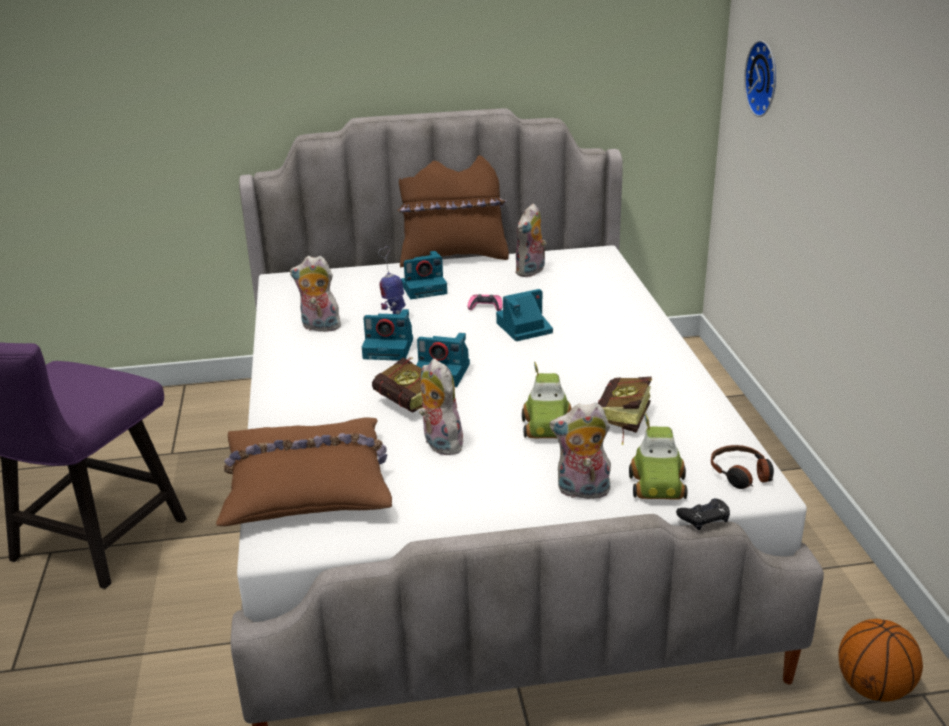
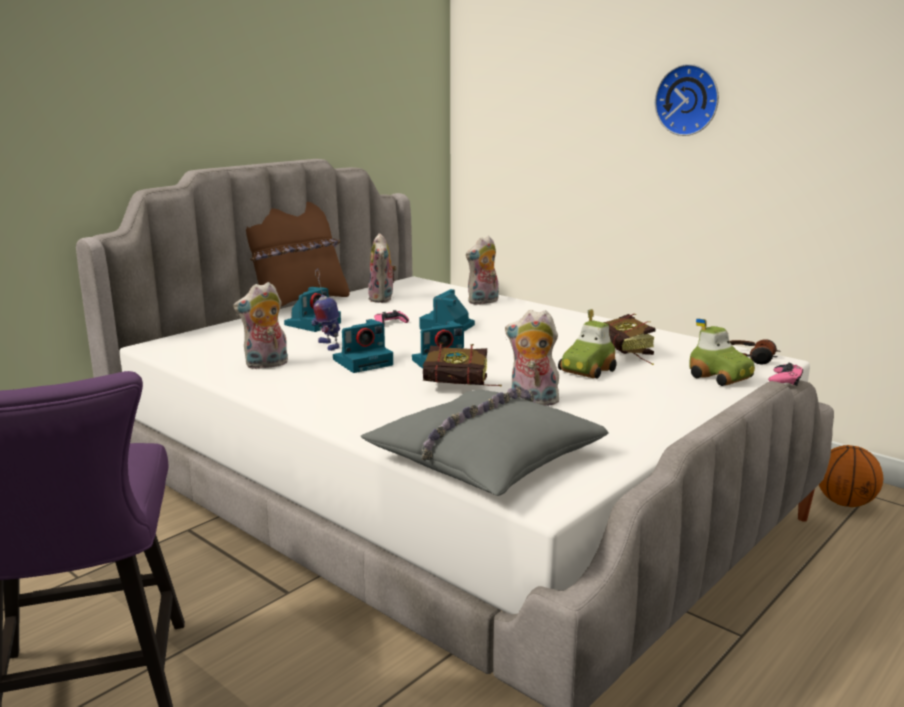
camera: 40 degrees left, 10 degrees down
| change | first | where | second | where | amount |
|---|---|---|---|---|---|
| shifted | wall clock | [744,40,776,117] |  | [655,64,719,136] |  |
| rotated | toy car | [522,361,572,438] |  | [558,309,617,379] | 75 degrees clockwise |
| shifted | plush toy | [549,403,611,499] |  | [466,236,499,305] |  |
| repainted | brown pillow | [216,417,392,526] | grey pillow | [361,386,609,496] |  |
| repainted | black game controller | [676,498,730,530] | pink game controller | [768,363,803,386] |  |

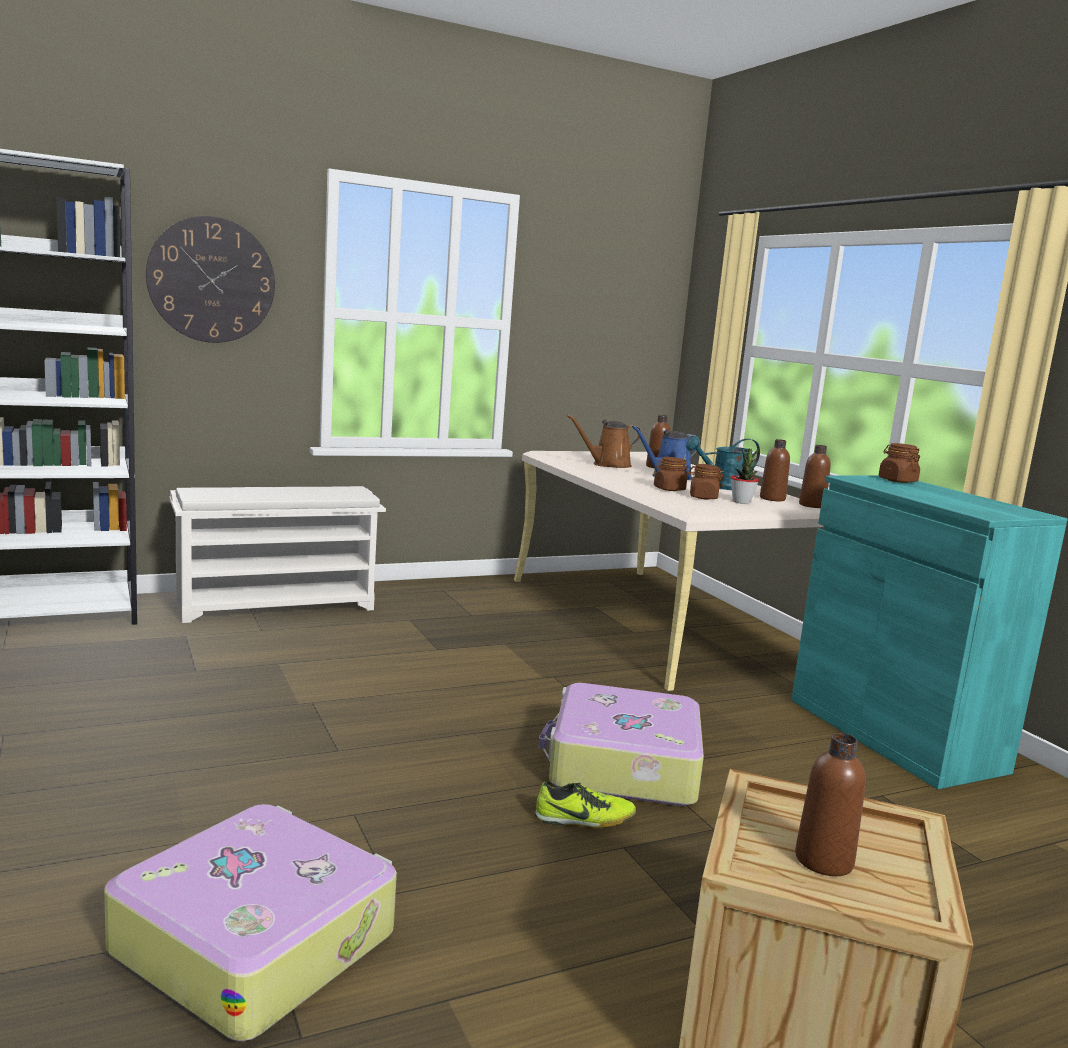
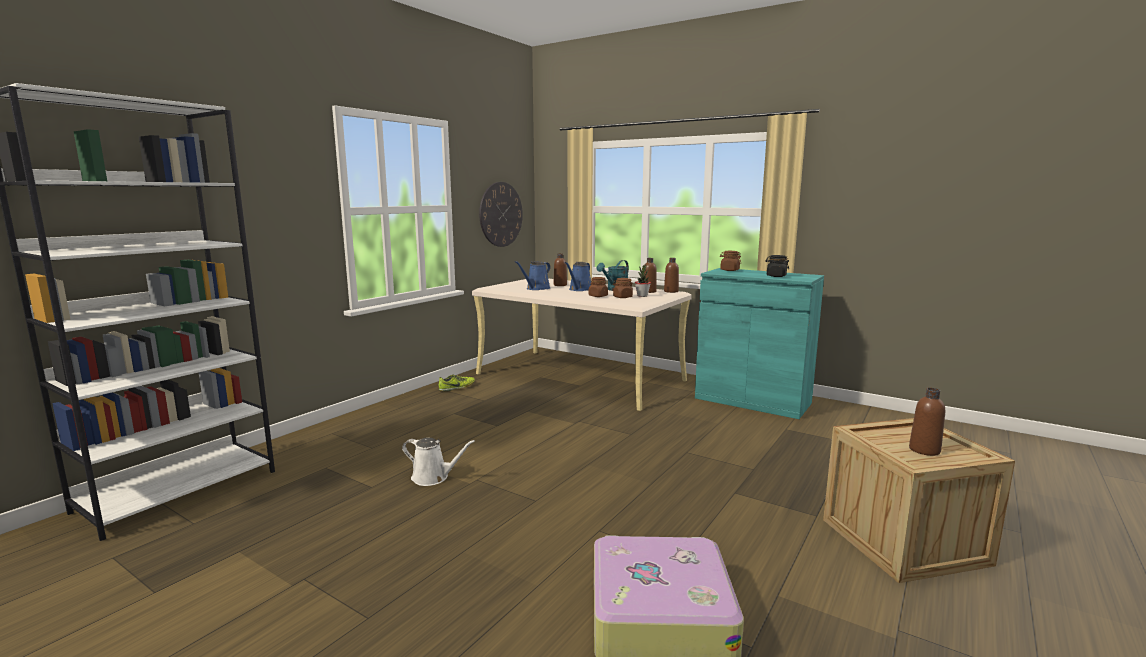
camera: 30 degrees left, 0 degrees up
| change | first | where | second | where | amount |
|---|---|---|---|---|---|
| shifted | wall clock | [146,216,275,343] |  | [479,182,523,247] |  |
| repainted | brown watering can | [567,414,642,468] | blue watering can | [515,261,550,290] |  |
| gone | white shoe rack | [169,486,386,623] |  |  |  |
| gone | suitcase | [538,683,704,806] |  |  |  |
| shifted | shoe | [535,782,636,827] |  | [439,375,475,392] |  |
| new |  |  | black jar | [765,255,789,277] |  |
| new |  |  | white watering can | [402,438,475,486] |  |

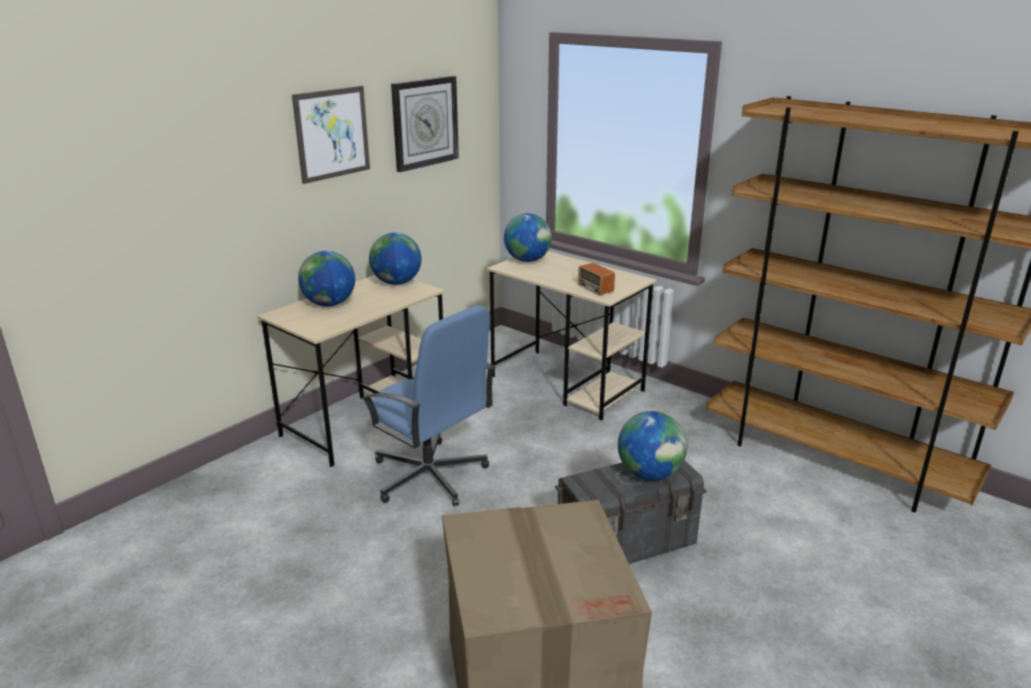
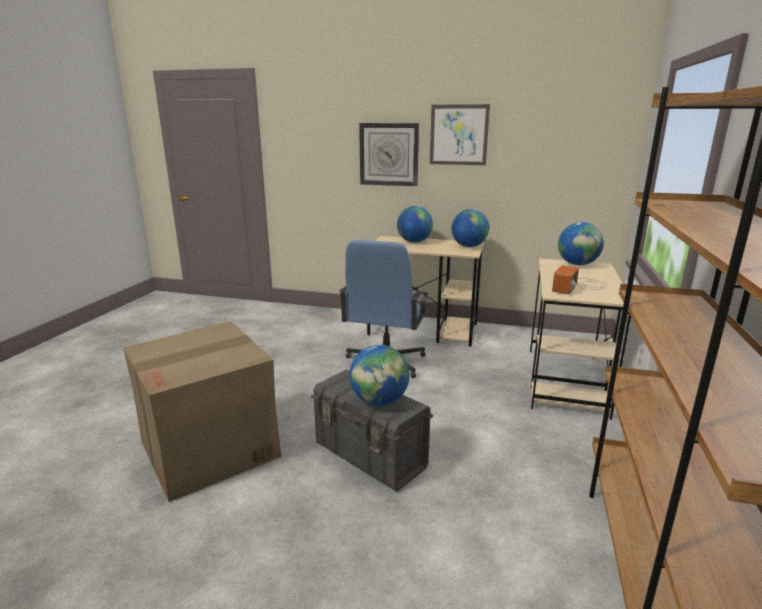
camera: 65 degrees right, 5 degrees down
| change | first | where | second | where | amount |
|---|---|---|---|---|---|
| shifted | wall clock | [391,76,459,172] |  | [359,123,419,186] |  |

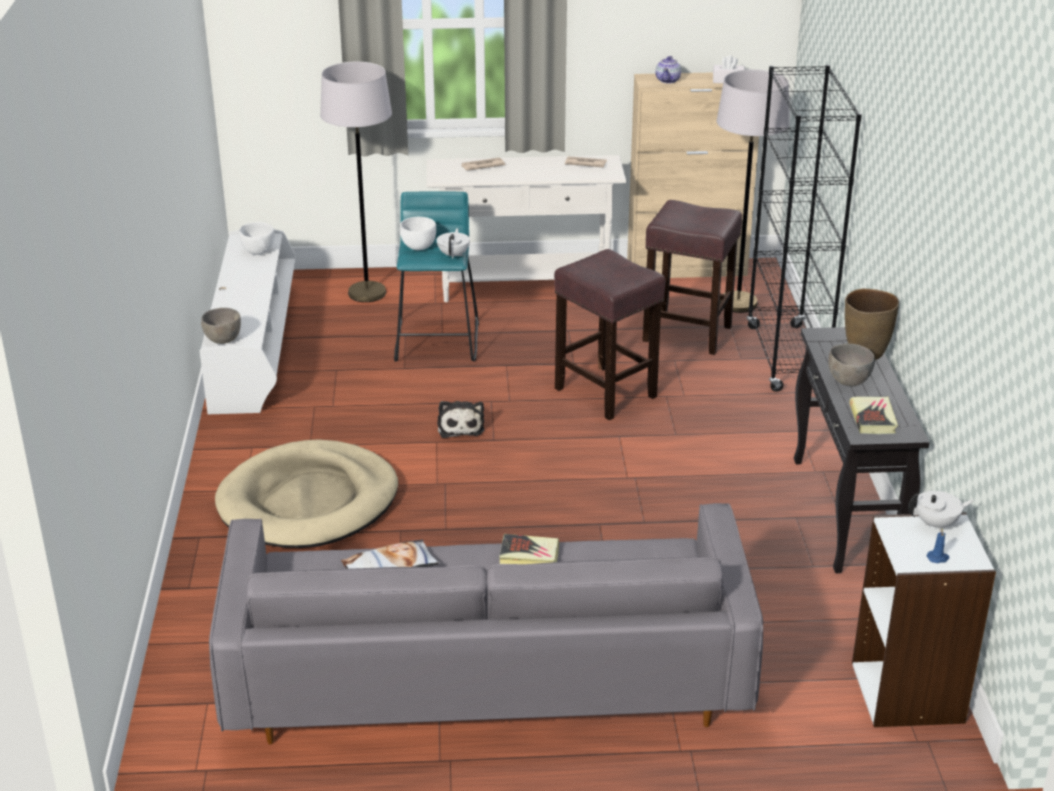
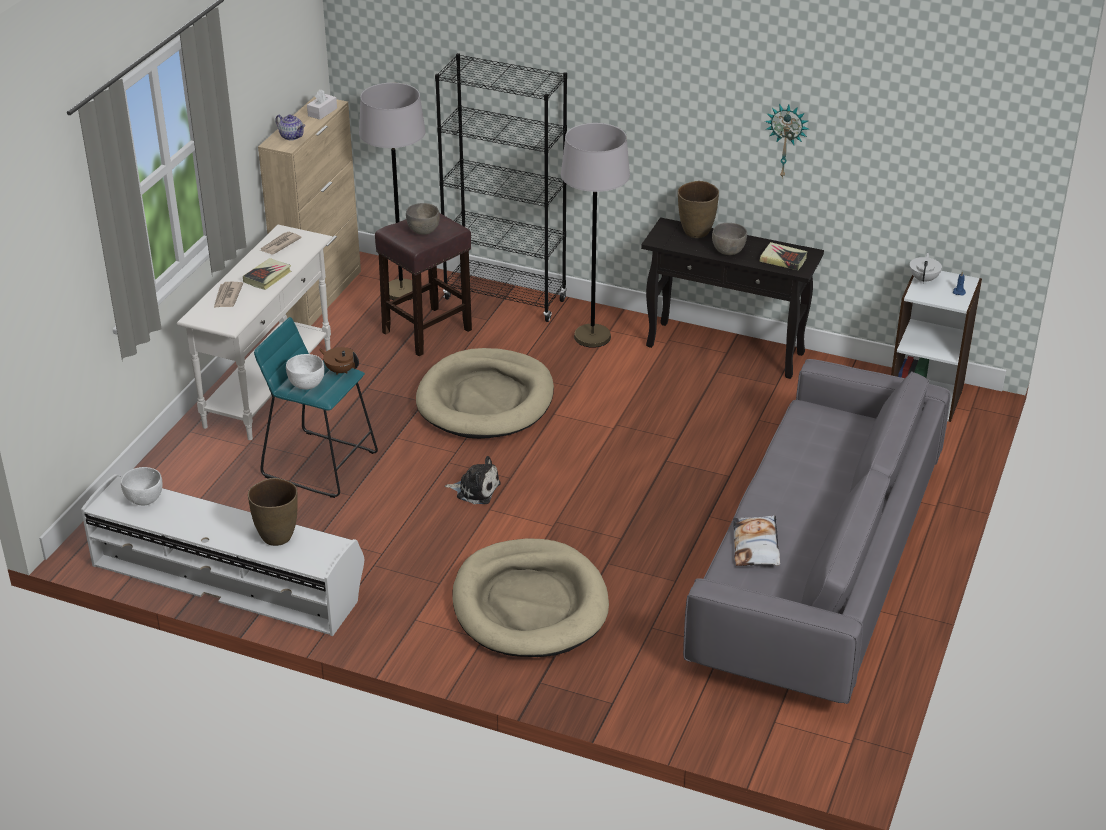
camera: 65 degrees left, 5 degrees up
| change | first | where | second | where | amount |
|---|---|---|---|---|---|
| shifted | grey floor lamp | [320,62,392,302] |  | [561,123,630,348] |  |
| repainted | white teapot | [437,228,470,259] | brown teapot | [319,347,359,375] |  |
| swapped | brown stool | [554,249,665,420] | beige dog bed | [416,348,554,439] |  |
| shifted | grey bowl | [201,308,241,344] |  | [406,203,440,235] |  |
| shifted | book | [499,534,559,564] |  | [243,258,292,290] |  |
| new |  |  | wall clock | [765,104,808,178] |  |
| new |  |  | brown vase | [248,478,298,546] |  |

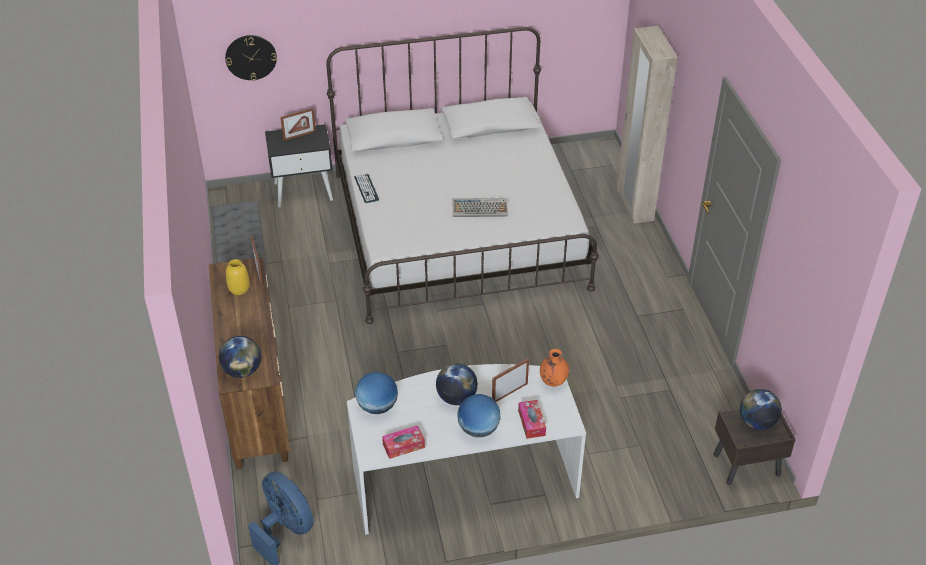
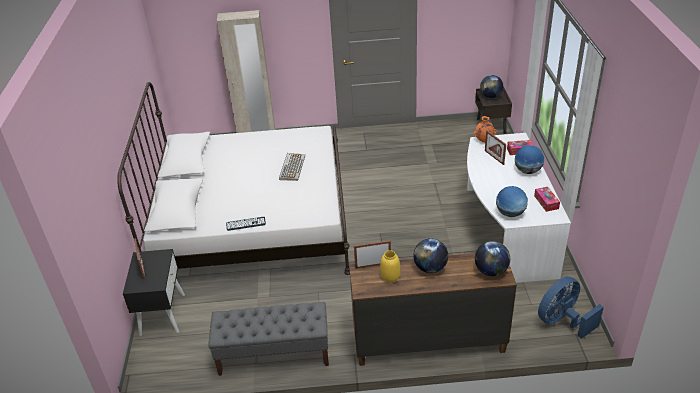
camera: 80 degrees left, 5 degrees down
| change | first | where | second | where | amount |
|---|---|---|---|---|---|
| gone | wall clock | [225,35,277,81] |  |  |  |
| shifted | globe | [436,363,478,405] |  | [413,238,448,273] |  |

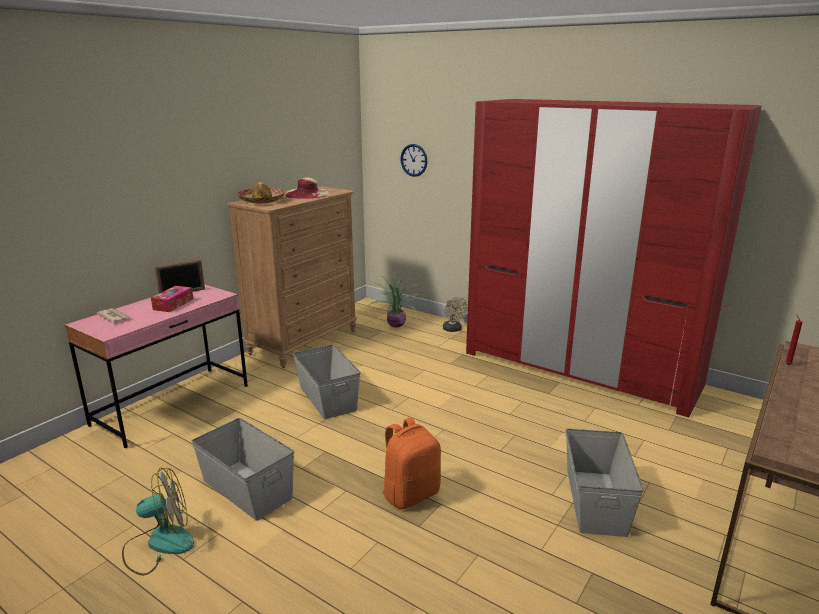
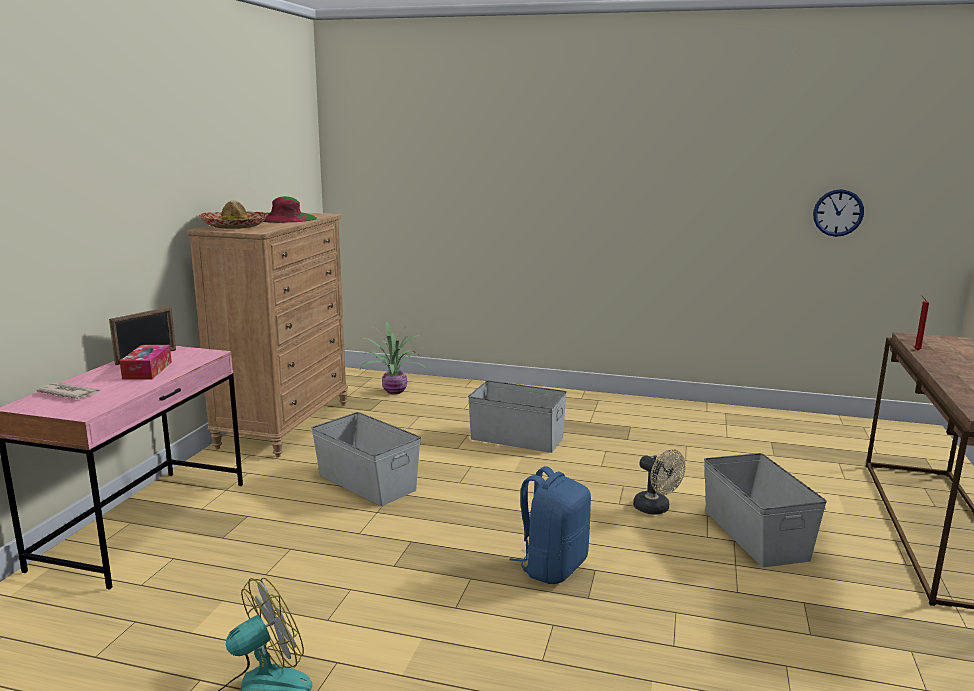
camera: 20 degrees left, 5 degrees down
| change | first | where | second | where | amount |
|---|---|---|---|---|---|
| gone | red wardrobe | [466,99,762,417] |  |  |  |
| shifted | wall clock | [400,144,428,177] |  | [813,189,864,237] |  |
| repainted | beige hat | [285,178,330,199] | green hat | [264,196,317,223] |  |
| shifted | beige fan | [443,297,468,332] |  | [633,449,685,514] |  |
| repainted | orange backpack | [381,417,441,509] | blue backpack | [509,466,591,584] |  |
| shifted | grey storage box | [191,418,294,521] |  | [468,381,567,453] |  |

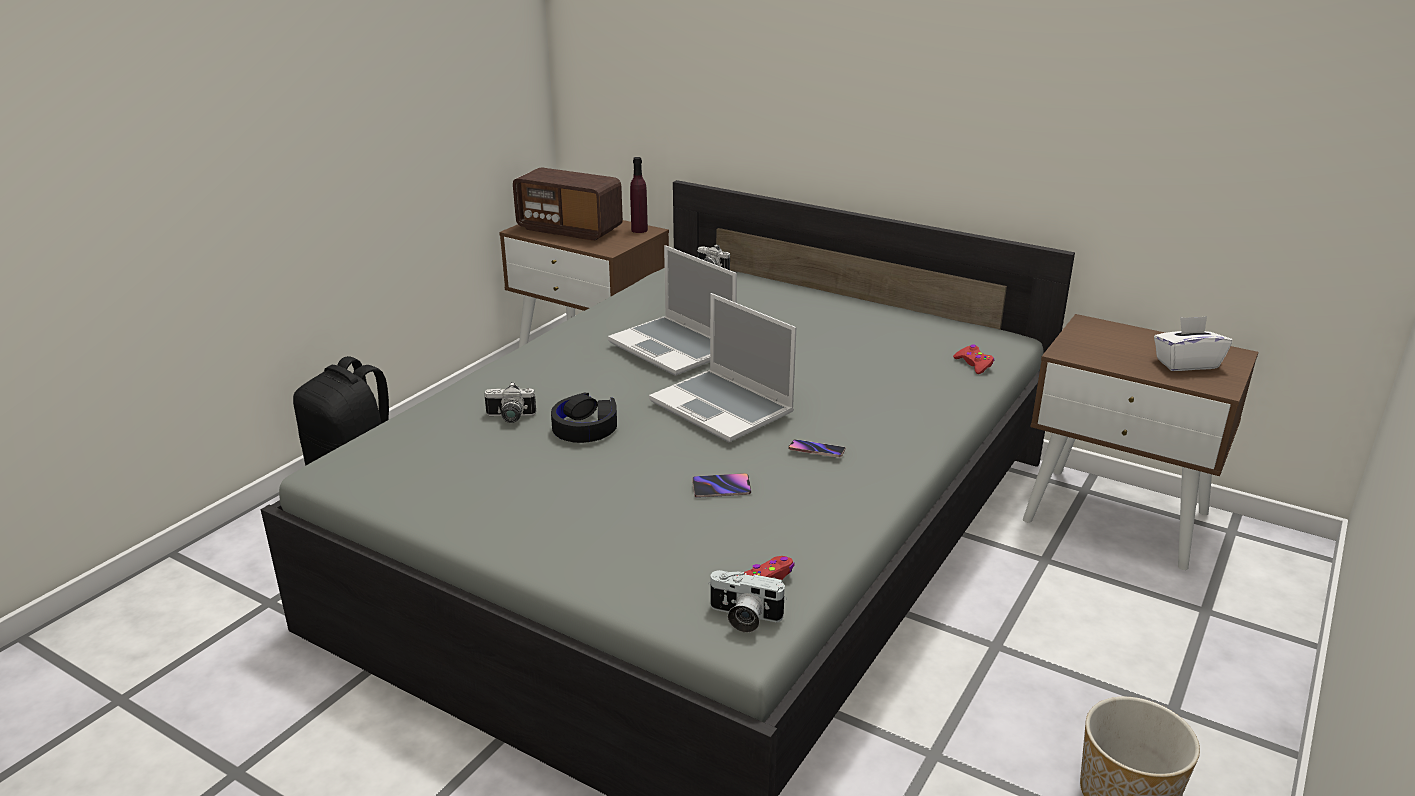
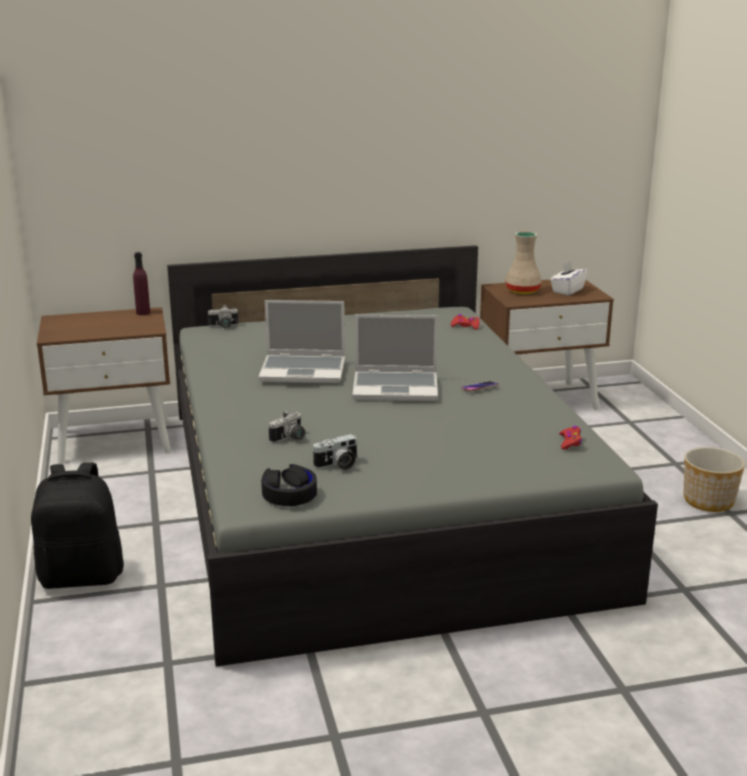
camera: 45 degrees left, 5 degrees down
| change | first | where | second | where | amount |
|---|---|---|---|---|---|
| gone | radio | [513,167,623,241] |  |  |  |
| shifted | black headphones | [551,393,617,443] |  | [261,464,317,506] |  |
| gone | phone | [692,473,751,498] |  |  |  |
| shifted | photo camera | [708,570,787,633] |  | [312,434,358,470] |  |
| new |  |  | beige vase | [505,232,542,294] |  |

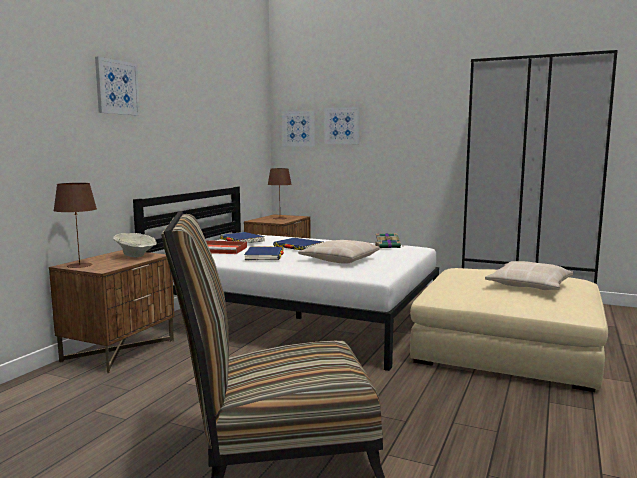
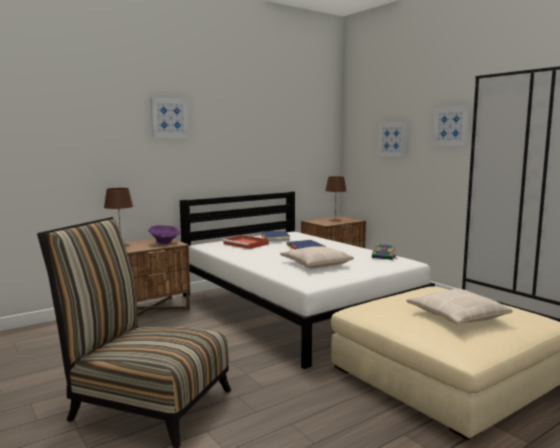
camera: 30 degrees right, 0 degrees up
| change | first | where | second | where | amount |
|---|---|---|---|---|---|
| shifted | picture | [282,111,315,146] |  | [433,106,469,145] |  |
| repainted | beige bowl | [113,233,157,258] | purple bowl | [148,225,180,244] |  |
| gone | blue book | [244,246,284,261] |  |  |  |

